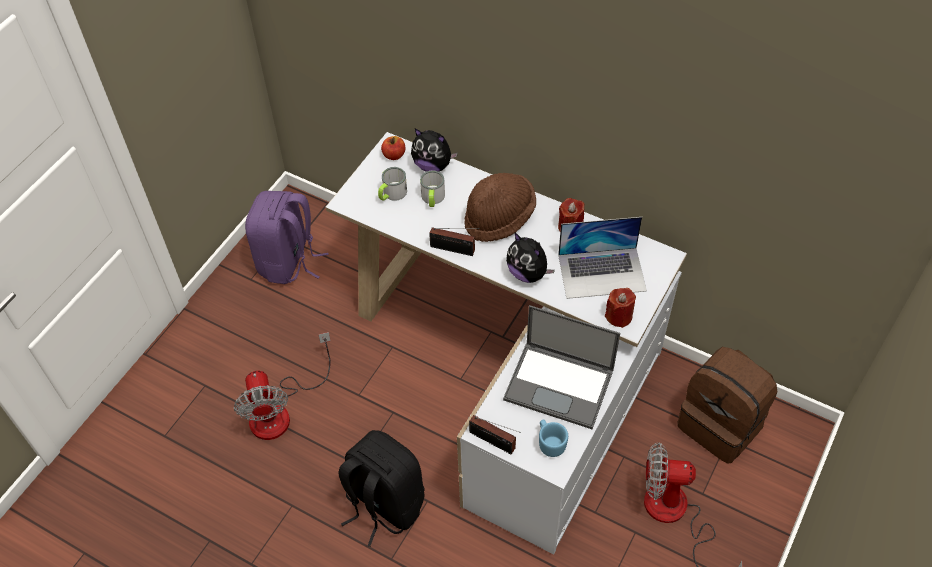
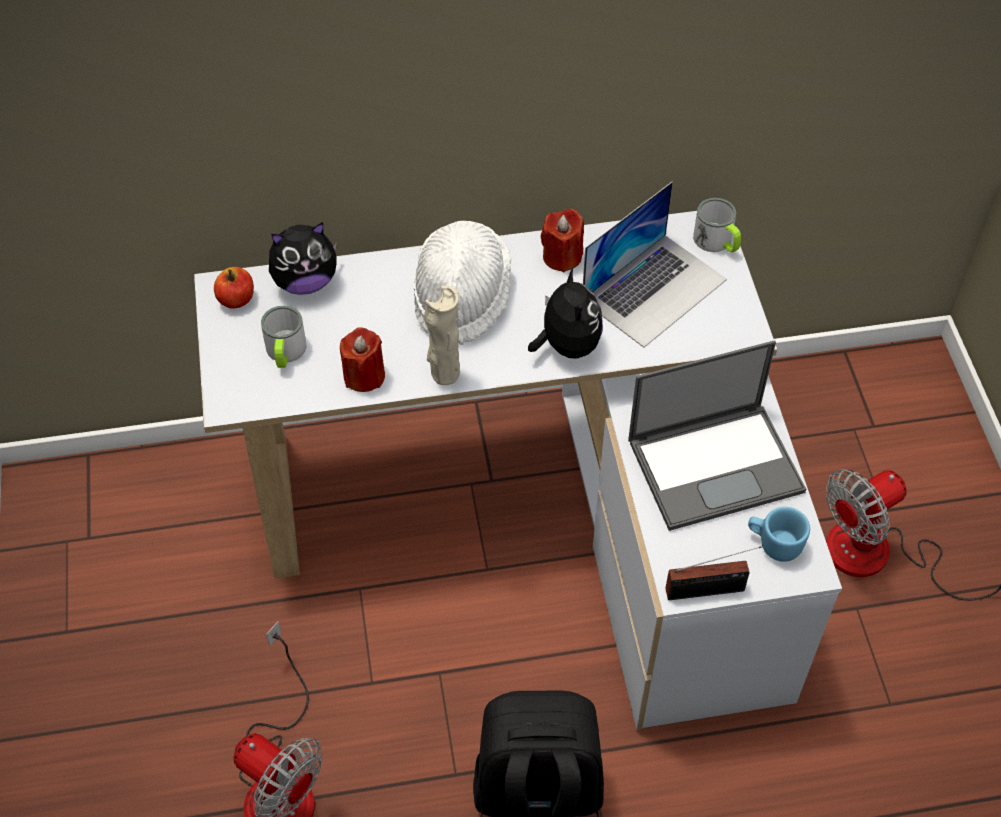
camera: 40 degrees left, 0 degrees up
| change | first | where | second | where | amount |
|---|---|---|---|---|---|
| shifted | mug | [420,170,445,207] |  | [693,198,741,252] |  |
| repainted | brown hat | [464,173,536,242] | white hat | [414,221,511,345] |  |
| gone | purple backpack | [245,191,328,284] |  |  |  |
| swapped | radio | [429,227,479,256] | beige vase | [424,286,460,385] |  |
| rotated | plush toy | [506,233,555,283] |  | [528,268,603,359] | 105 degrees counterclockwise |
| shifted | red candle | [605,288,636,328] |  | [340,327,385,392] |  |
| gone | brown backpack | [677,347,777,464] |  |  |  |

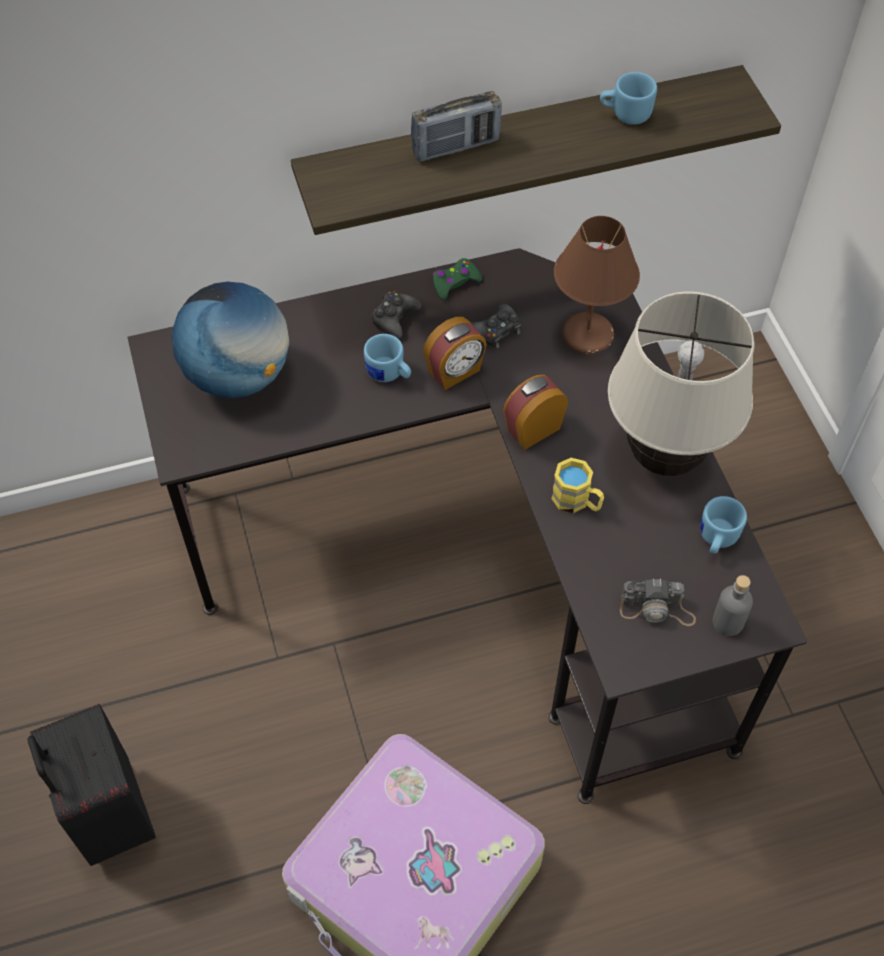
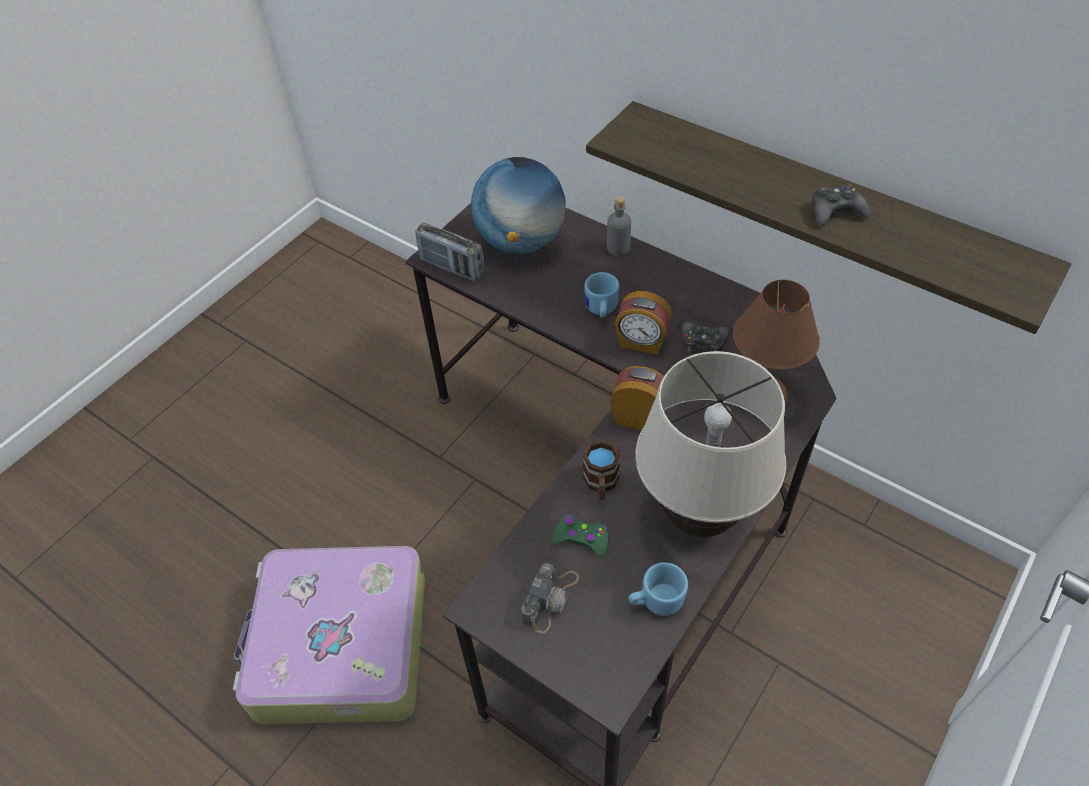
camera: 55 degrees right, 5 degrees down
| change | first | where | second | where | amount |
|---|---|---|---|---|---|
| gone | blue mug | [600,72,657,125] |  |  |  |
| shifted | radio | [411,91,502,162] |  | [415,223,484,282] |  |
| shifted | green game controller | [432,258,482,300] |  | [552,515,608,558] |  |
| shifted | black game controller | [371,291,421,339] |  | [812,184,871,226] |  |
| repainted | yellow mug | [551,458,604,513] | brown mug | [583,439,620,500] |  |
| shifted | grey bottle | [712,575,753,636] |  | [607,196,631,256] |  |
| rotated | photo camera | [620,578,696,626] |  | [521,563,579,633] | 120 degrees counterclockwise |
| gone | black suitcase | [27,704,156,866] |  |  |  |

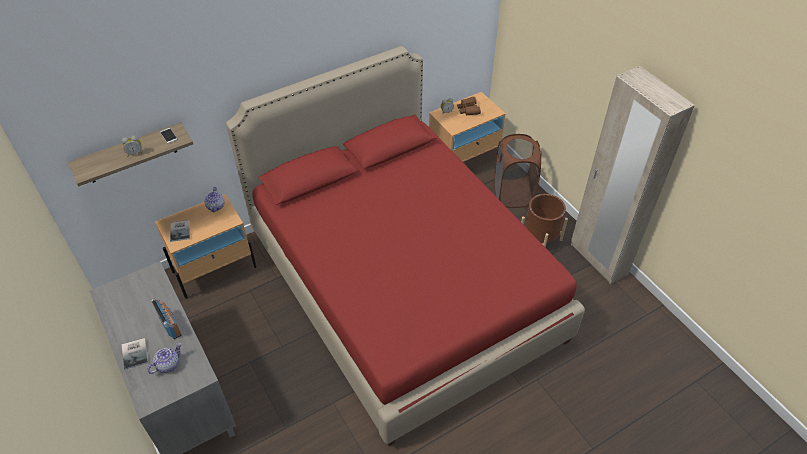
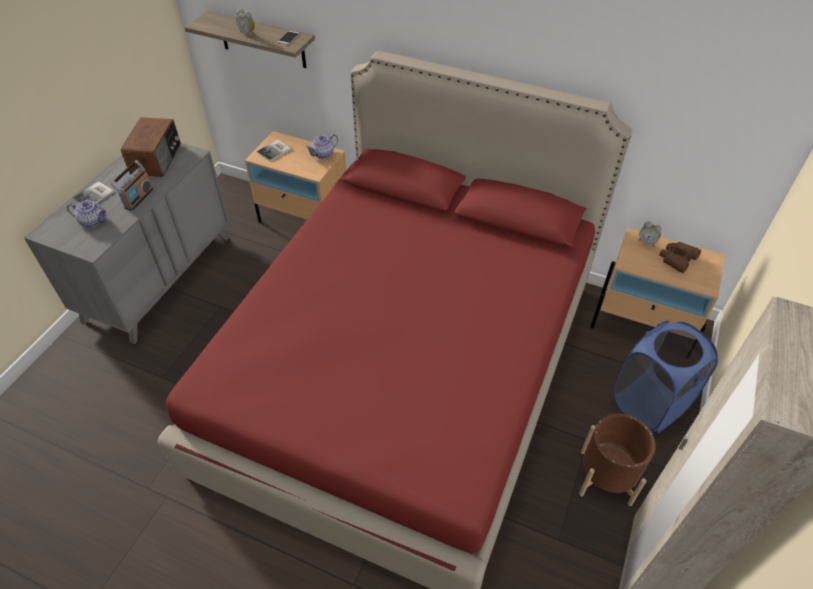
camera: 55 degrees right, 0 degrees up
| change | first | where | second | where | amount |
|---|---|---|---|---|---|
| repainted | brown laundry basket | [494,134,541,208] | blue laundry basket | [613,320,718,433] |  |
| new |  |  | radio | [121,117,181,177] |  |

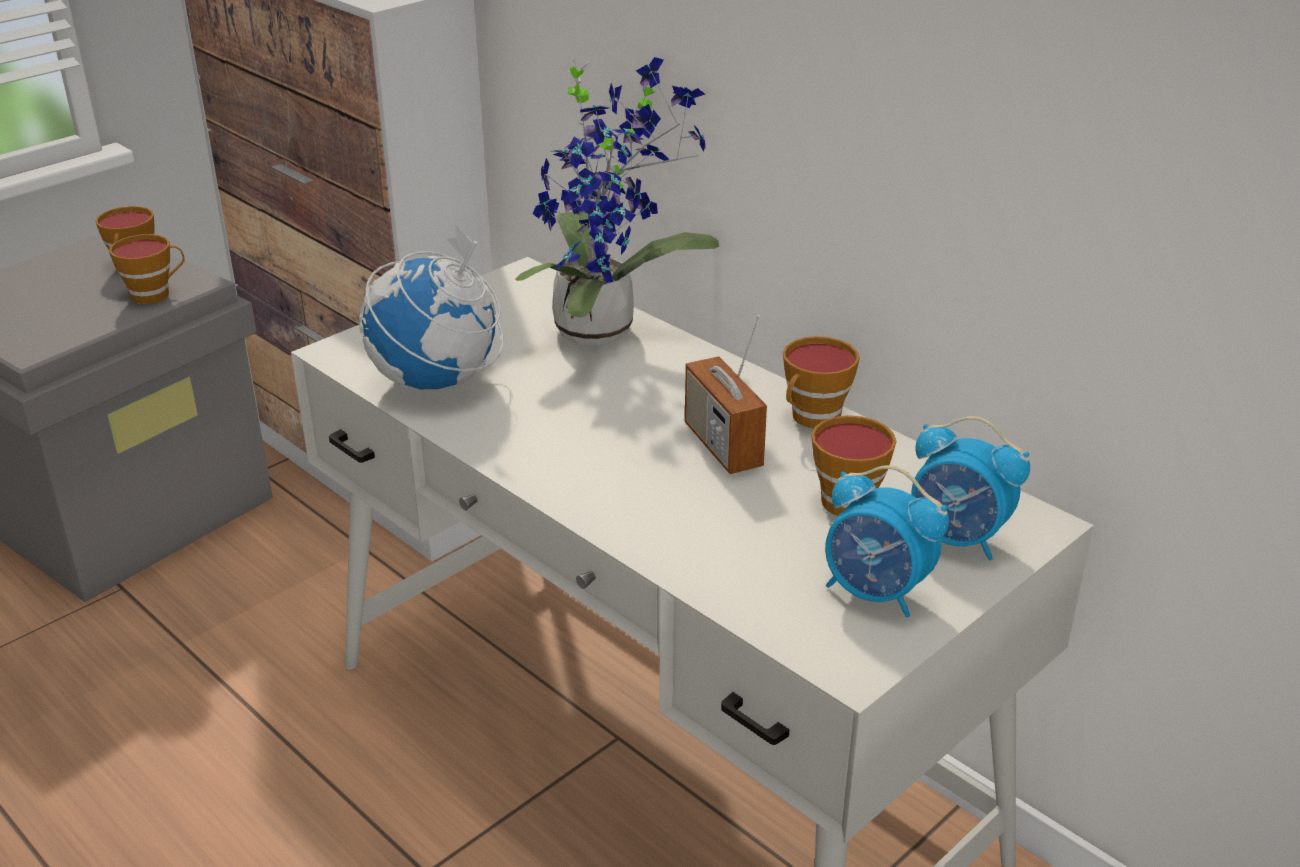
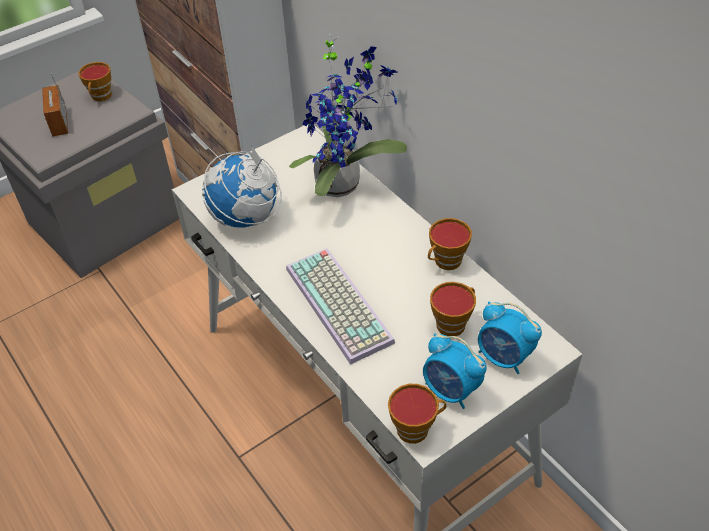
camera: 10 degrees right, 15 degrees up
| change | first | where | second | where | amount |
|---|---|---|---|---|---|
| shifted | cup | [109,234,185,304] |  | [388,384,446,444] |  |
| shifted | radio | [685,315,767,474] |  | [42,73,68,137] |  |
| new |  |  | keyboard | [286,249,395,365] |  |

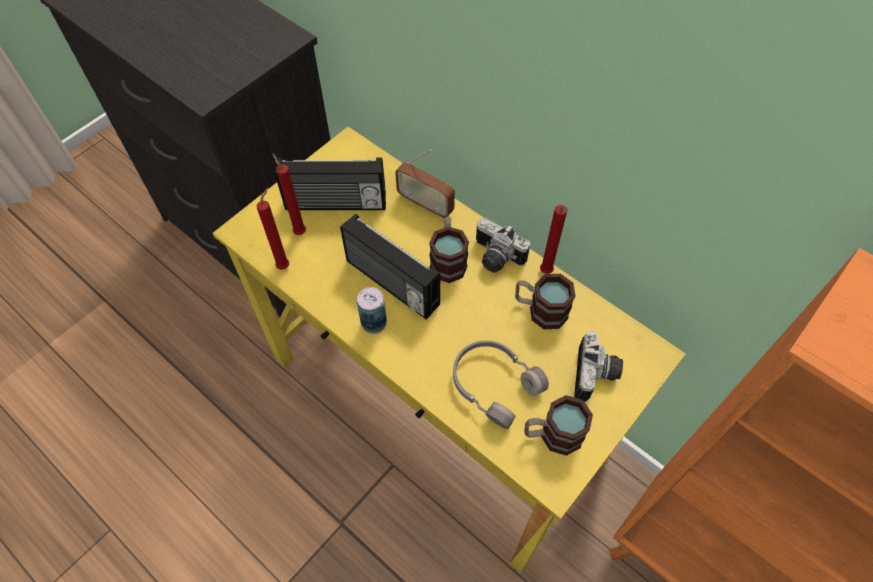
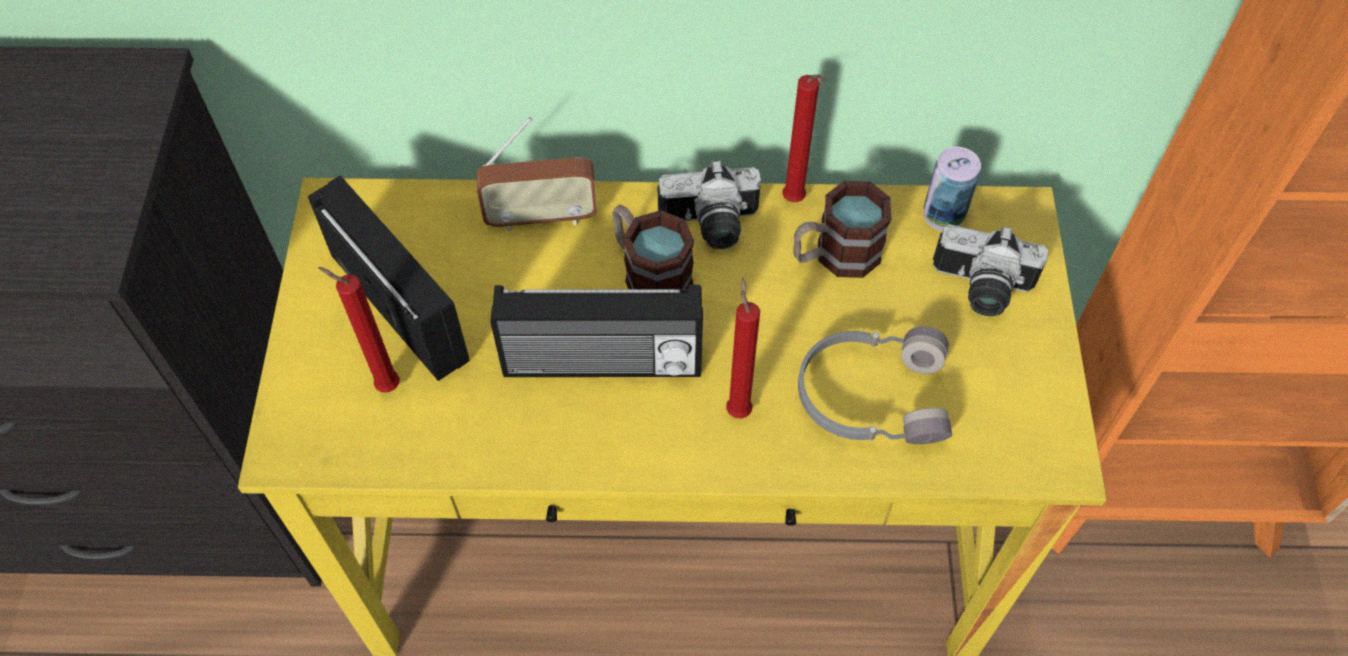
camera: 40 degrees left, 0 degrees up
| change | first | where | second | where | amount |
|---|---|---|---|---|---|
| rotated | radio | [275,158,386,210] |  | [308,175,470,381] | 90 degrees counterclockwise |
| shifted | red candle | [256,188,289,270] |  | [726,278,760,419] |  |
| shifted | can | [357,287,387,334] |  | [924,147,981,231] |  |
| rotated | photo camera | [574,331,623,402] |  | [933,224,1048,316] | 135 degrees clockwise |
| gone | mug | [524,395,593,456] |  |  |  |

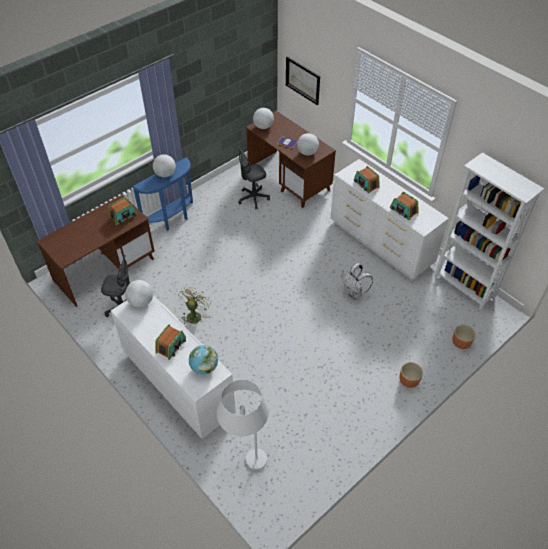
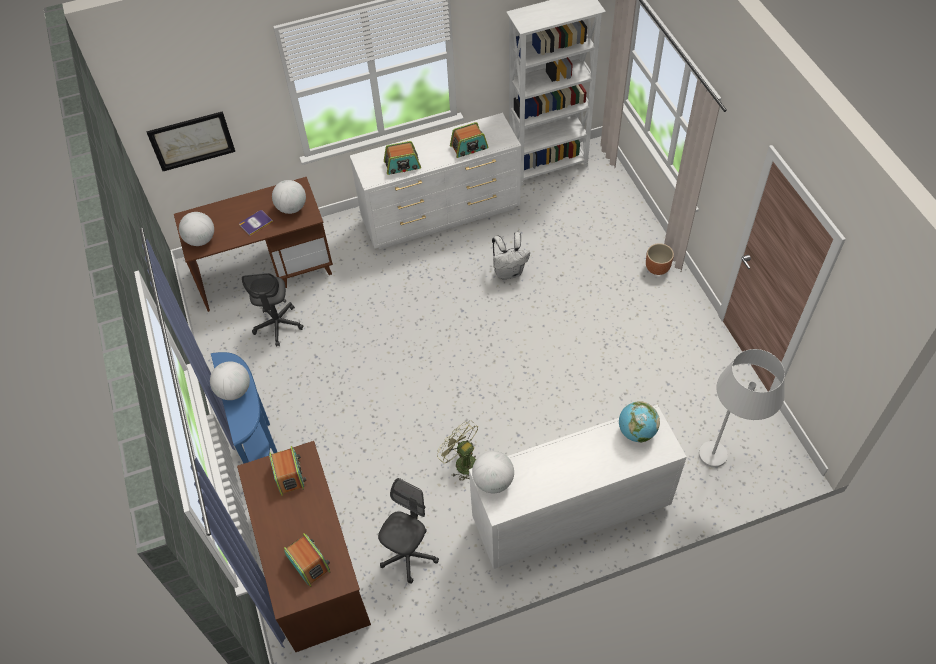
camera: 65 degrees left, 5 degrees up
| change | first | where | second | where | amount |
|---|---|---|---|---|---|
| shifted | radio | [155,324,186,360] |  | [284,533,330,587] |  |
| gone | brown planter | [452,325,476,349] |  |  |  |

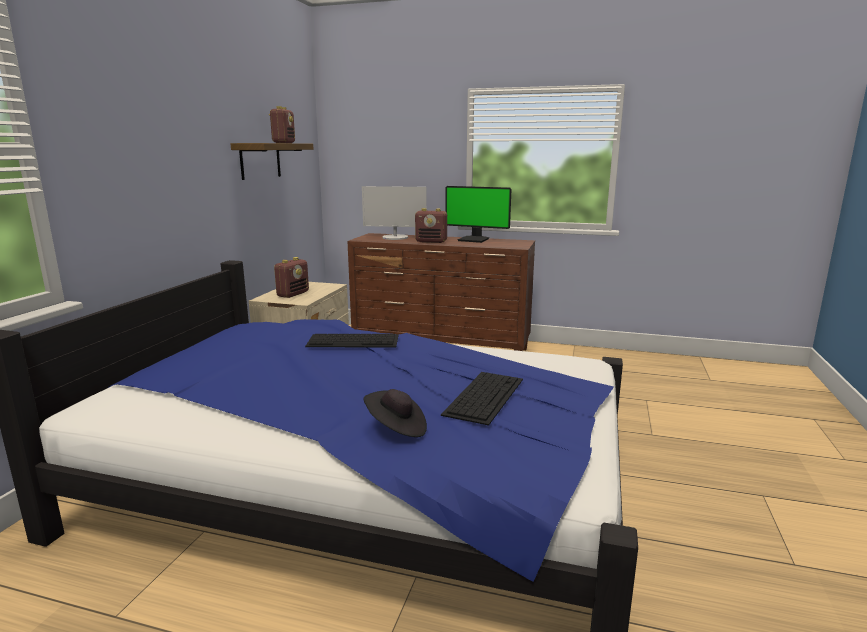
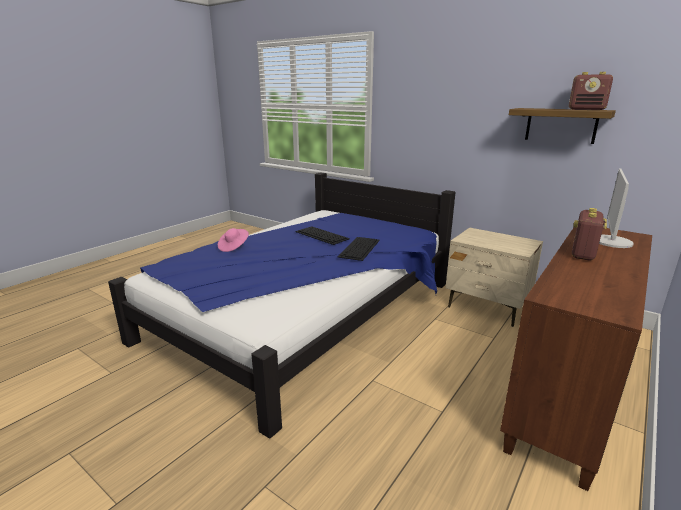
camera: 110 degrees right, 5 degrees up
| change | first | where | second | where | amount |
|---|---|---|---|---|---|
| gone | monitor | [445,186,512,243] |  |  |  |
| gone | radio | [274,257,309,298] |  |  |  |
| shifted | keyboard | [441,372,523,426] |  | [295,226,350,245] |  |
| repainted | black hat | [364,389,427,437] | pink hat | [218,228,249,252] |  |

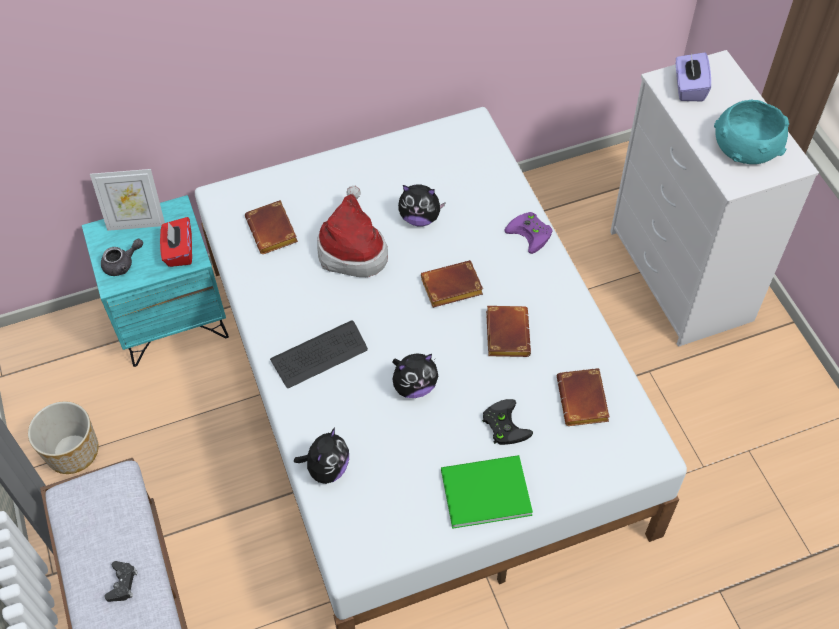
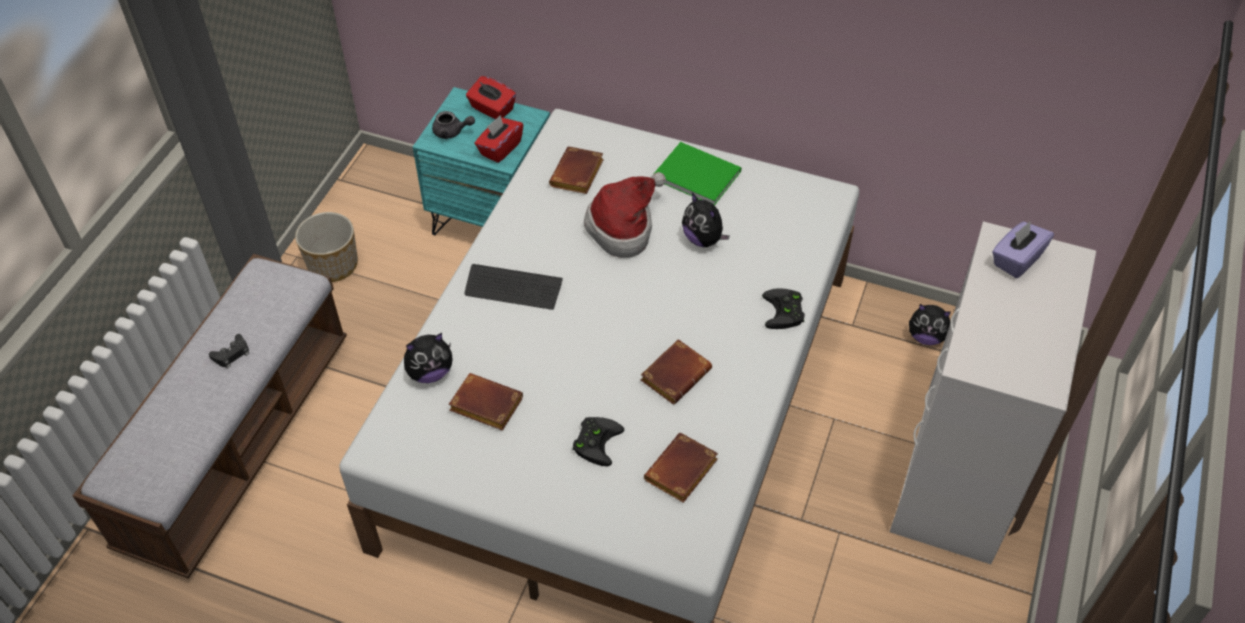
camera: 40 degrees right, 5 degrees down
| change | first | where | second | where | amount |
|---|---|---|---|---|---|
| gone | turquoise bowl | [714,100,789,164] |  |  |  |
| swapped | picture frame | [90,169,165,231] | red tissue box | [466,76,516,119] |  |
| repainted | purple game controller | [504,212,553,254] | black game controller | [762,288,805,329] |  |
| shifted | brown book | [421,260,483,308] |  | [448,373,523,431] |  |
| shifted | plush toy | [392,353,438,398] |  | [909,304,951,345] |  |
| shifted | green book | [441,455,533,529] |  | [654,142,741,206] |  |

